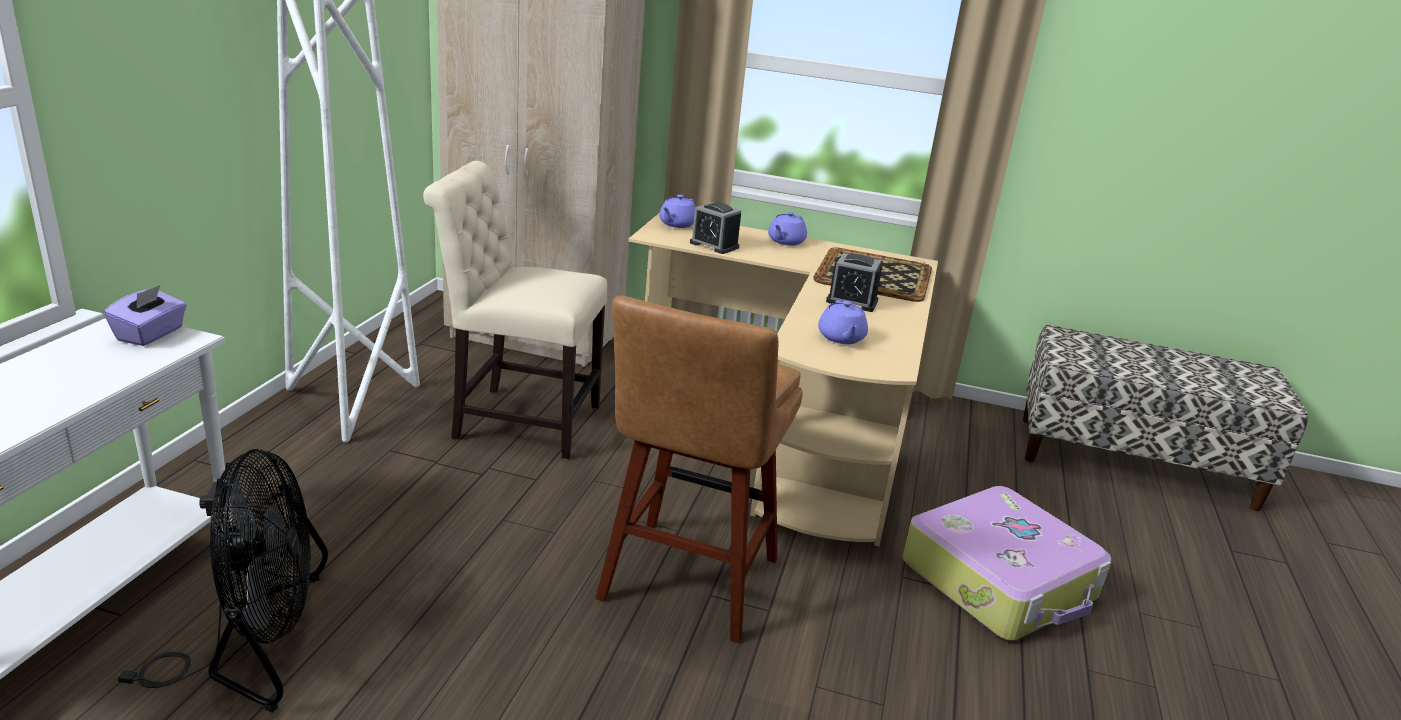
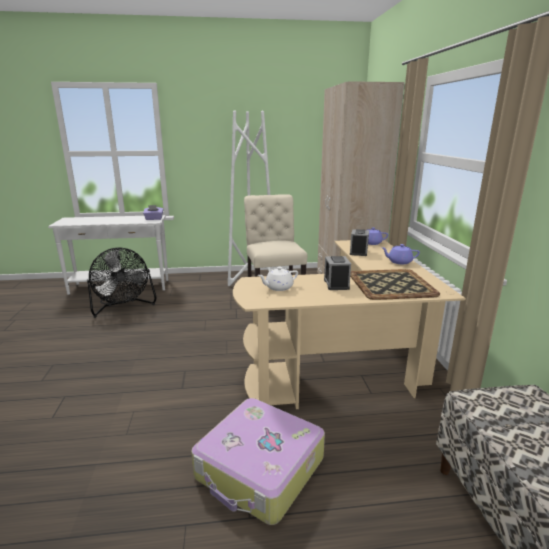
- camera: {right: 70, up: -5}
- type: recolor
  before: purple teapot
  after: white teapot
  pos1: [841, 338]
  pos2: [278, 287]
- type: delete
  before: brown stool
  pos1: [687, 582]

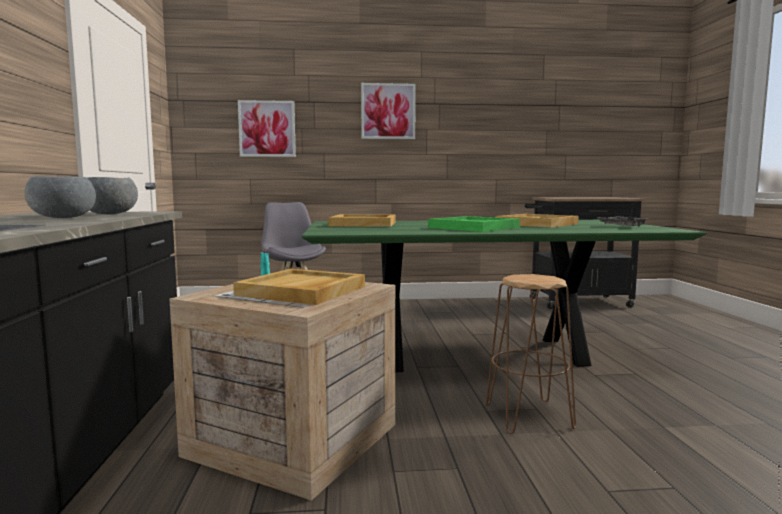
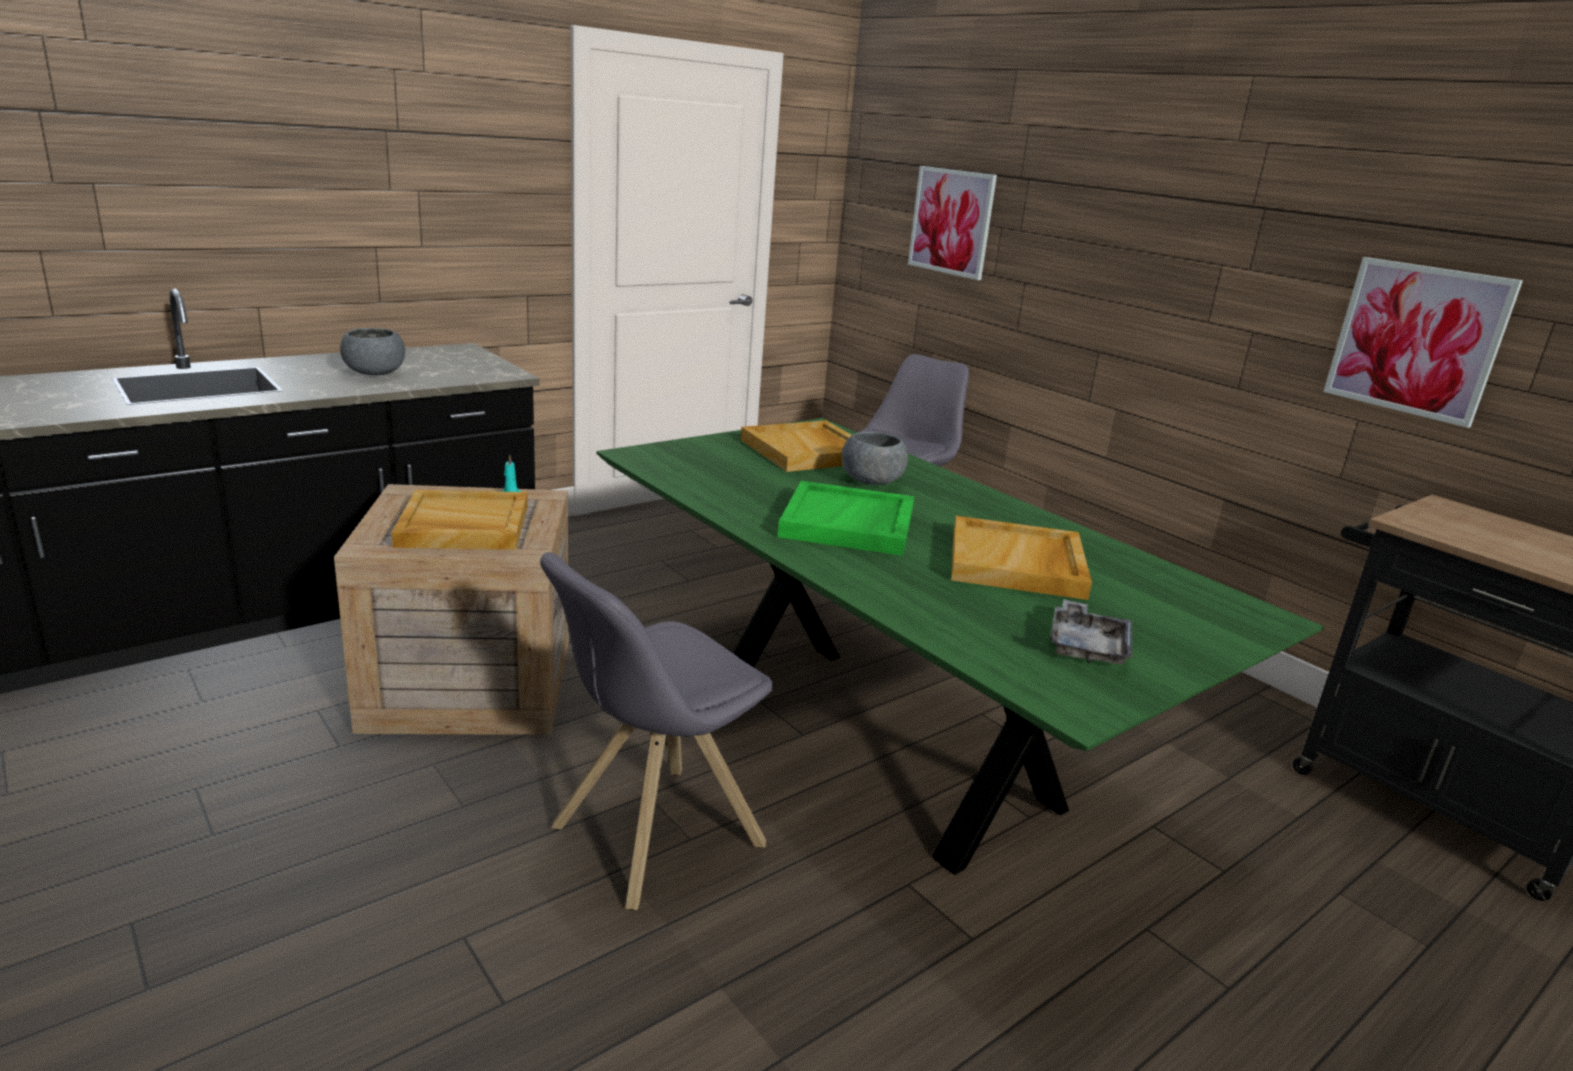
- camera: {right: 55, up: 15}
- type: replace
  before: brown stool
  after: grey chair
  pos1: [528, 416]
  pos2: [655, 835]
- type: move
  before: grey bowl
  pos1: [110, 214]
  pos2: [872, 481]
- type: move
  before: picture
  pos1: [388, 111]
  pos2: [1417, 340]

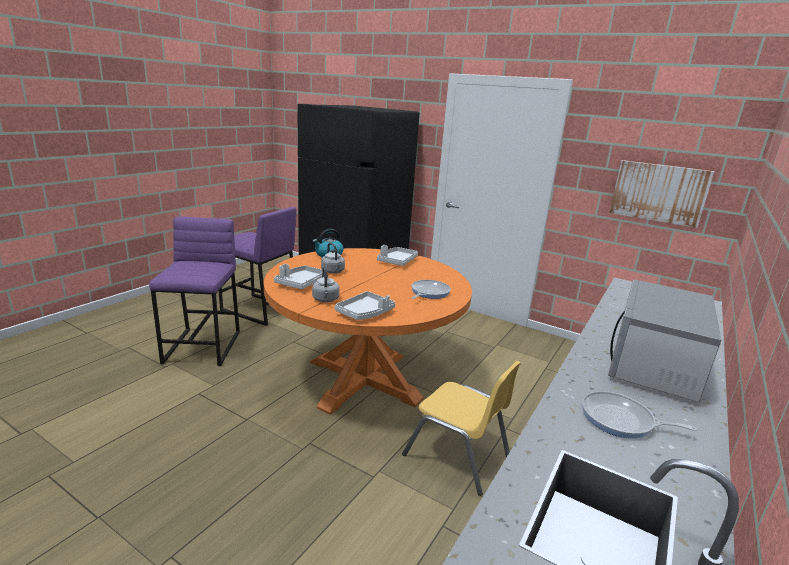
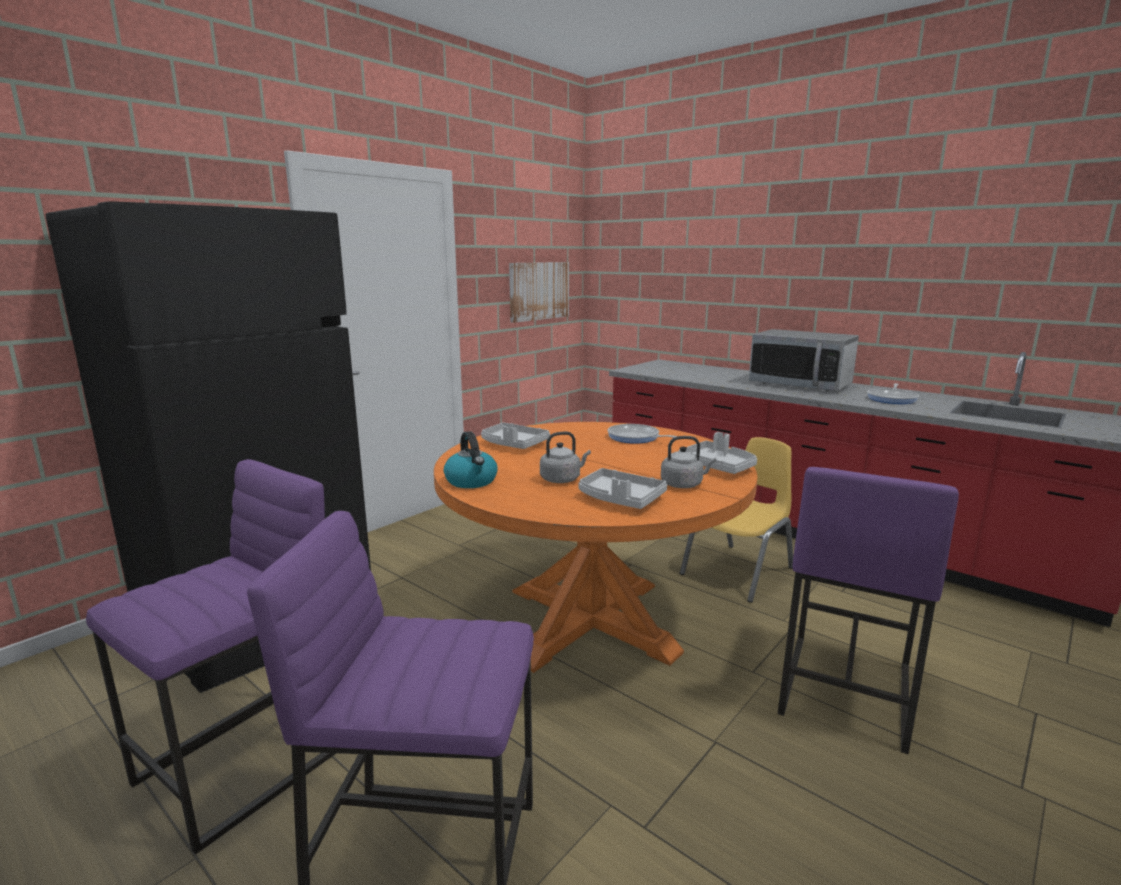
- camera: {right: -80, up: -5}
- type: insert
  after: purple stool
  pos2: [845, 689]

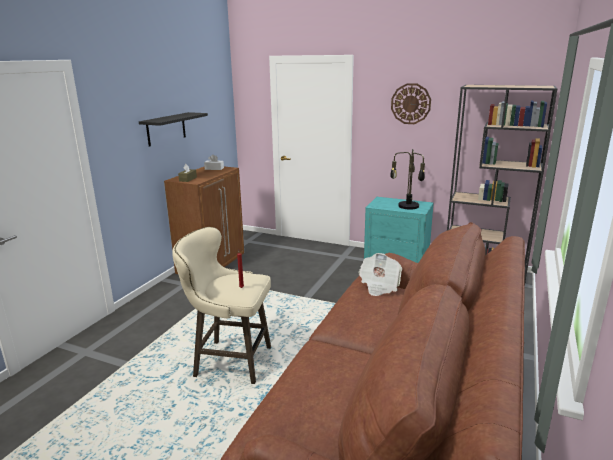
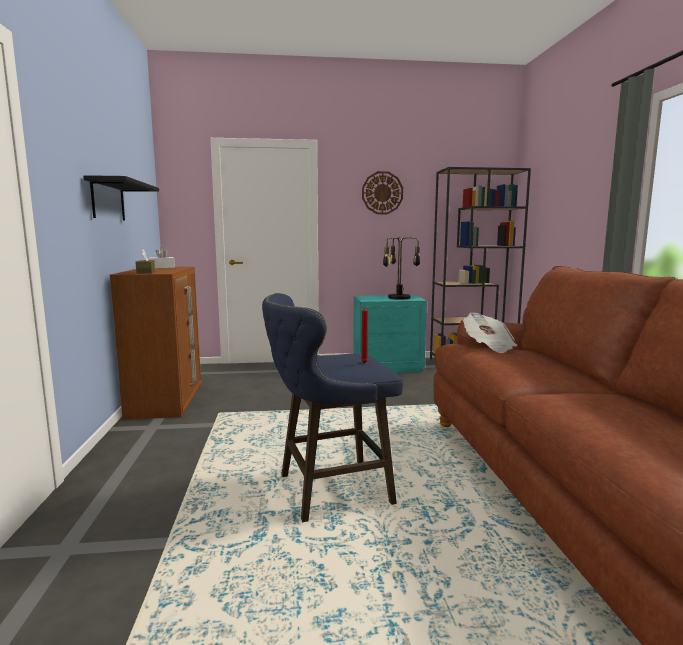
- camera: {right: -30, up: -10}
- type: recolor
  before: beige stool
  after: blue stool
  pos1: [229, 361]
  pos2: [329, 490]

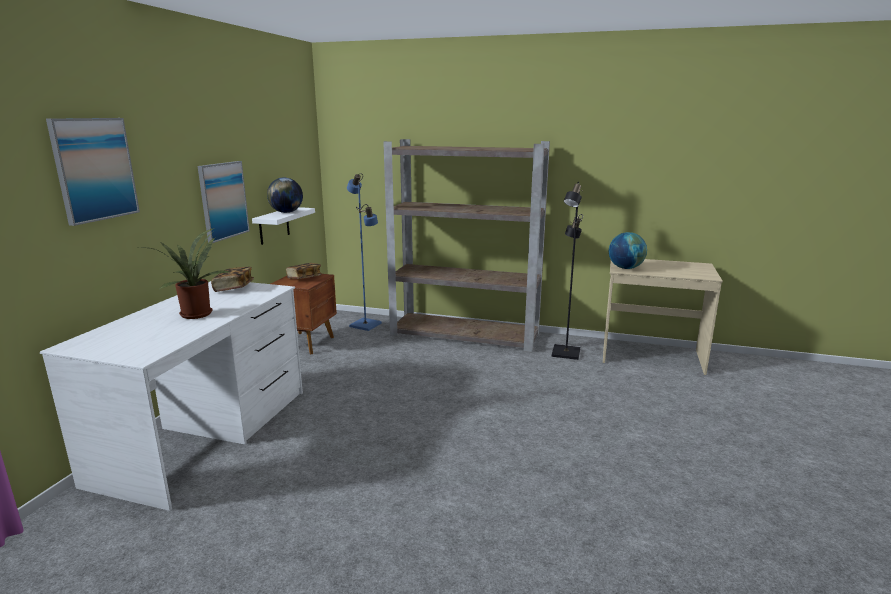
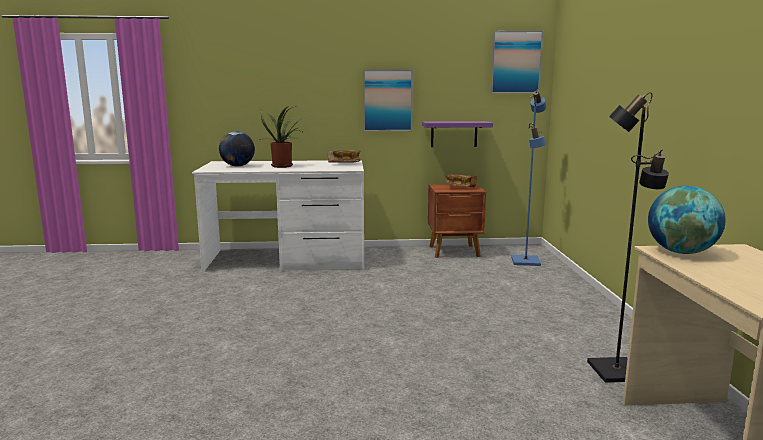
- camera: {right: 70, up: -5}
- type: move
  before: globe
  pos1: [286, 212]
  pos2: [237, 166]
- type: recolor
  before: white shelf
  after: purple shelf
  pos1: [274, 225]
  pos2: [454, 134]
- type: move
  before: picture
  pos1: [94, 169]
  pos2: [515, 62]
- type: delete
  before: brown bookcase
  pos1: [465, 334]

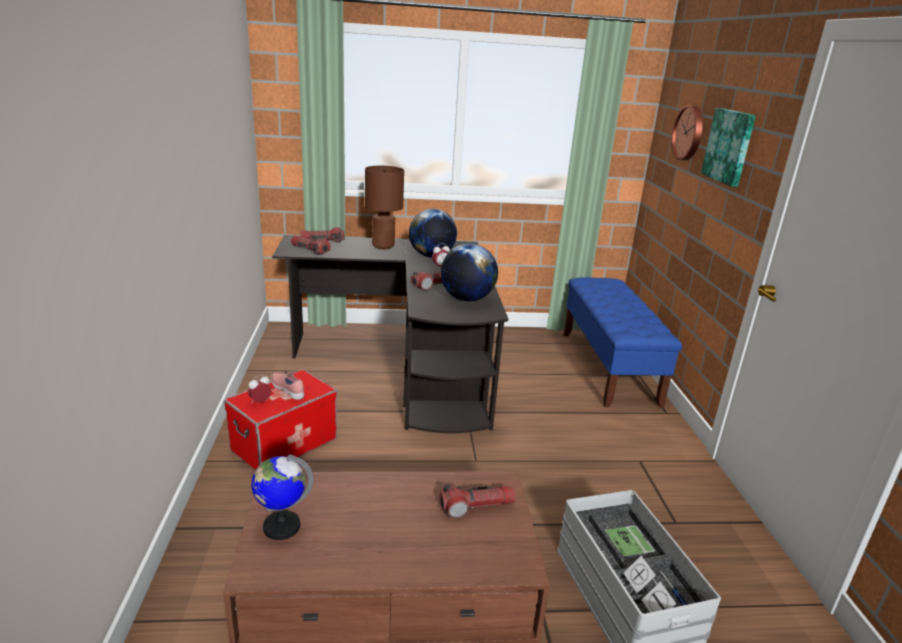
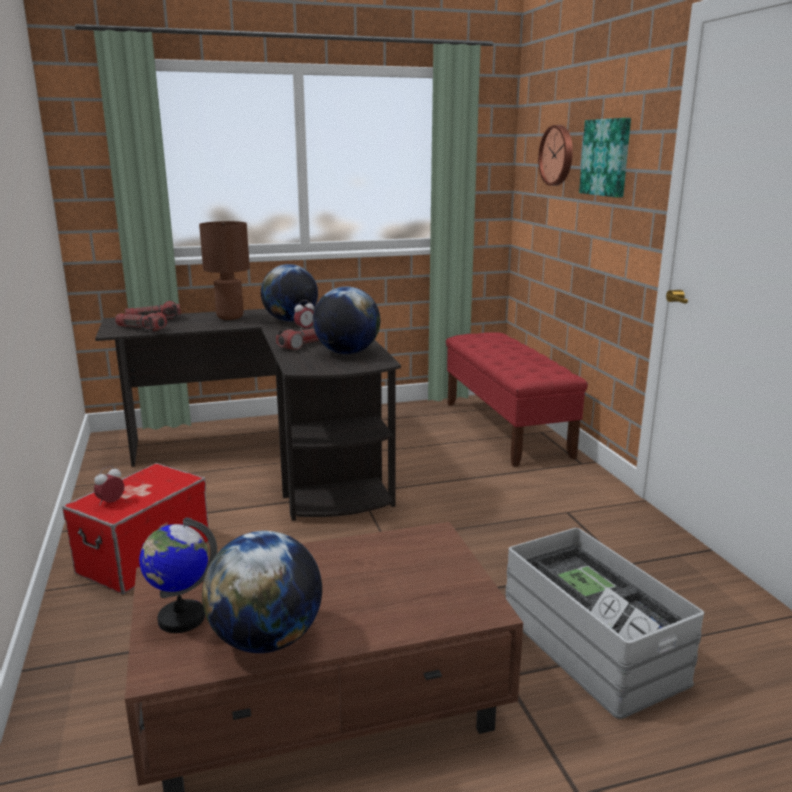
- camera: {right: -10, up: -5}
- type: insert
  after: globe
  pos2: [266, 639]
- type: recolor
  before: blue bench
  after: red bench
  pos1: [608, 367]
  pos2: [506, 429]
- type: delete
  before: pink shoe
  pos1: [288, 390]
- type: delete
  before: flashlight
  pos1: [477, 507]

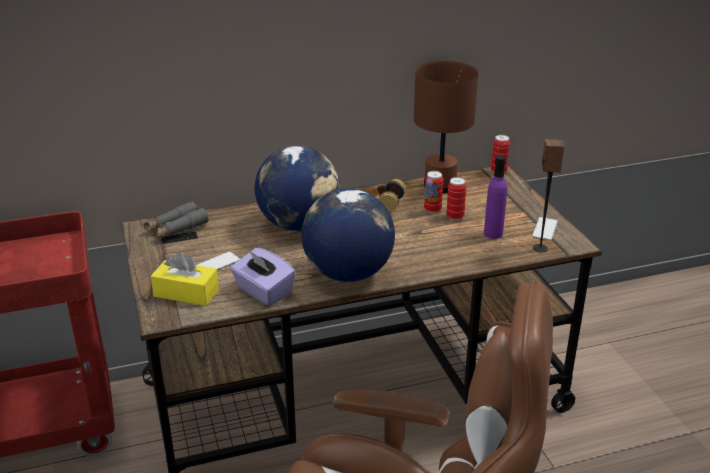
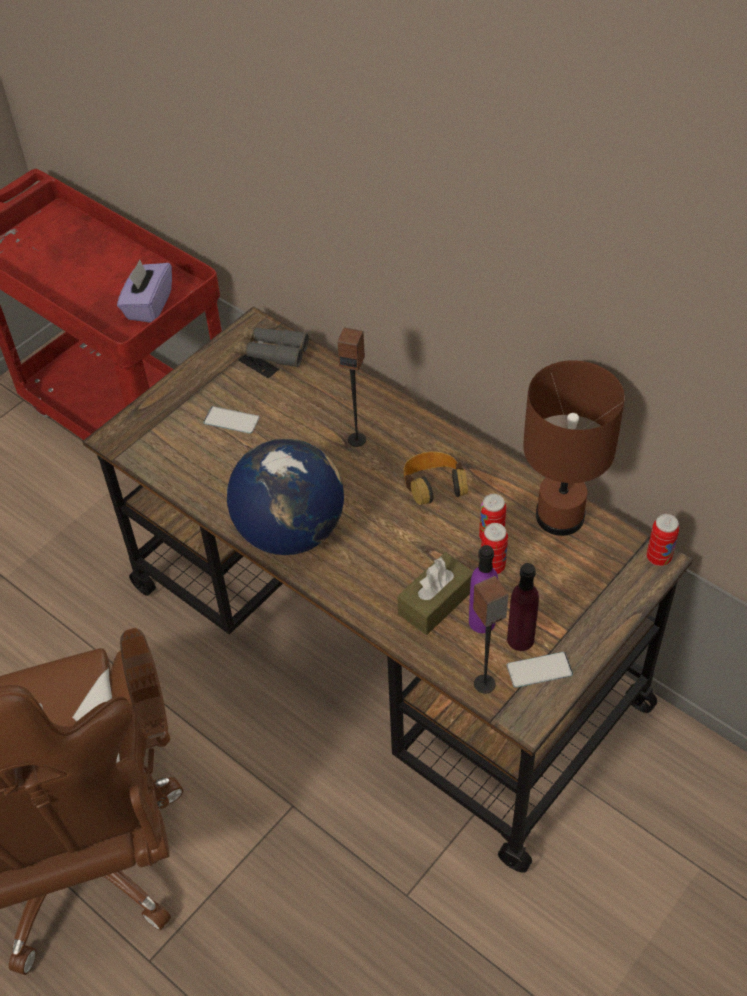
- camera: {right: 60, up: 20}
- type: move
  before: purple tissue box
  pos1: [263, 292]
  pos2: [148, 305]
- type: replace
  before: globe
  after: speaker
  pos1: [299, 225]
  pos2: [357, 439]
- type: insert
  after: brown tissue box
  pos2: [435, 602]
- type: insert
  after: purple bottle
  pos2: [520, 639]
- type: delete
  before: yellow tissue box
  pos1: [186, 293]

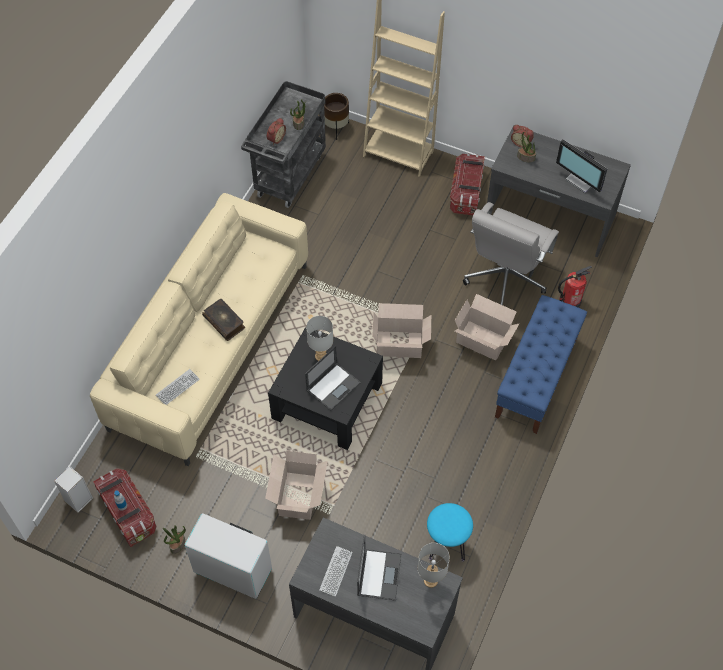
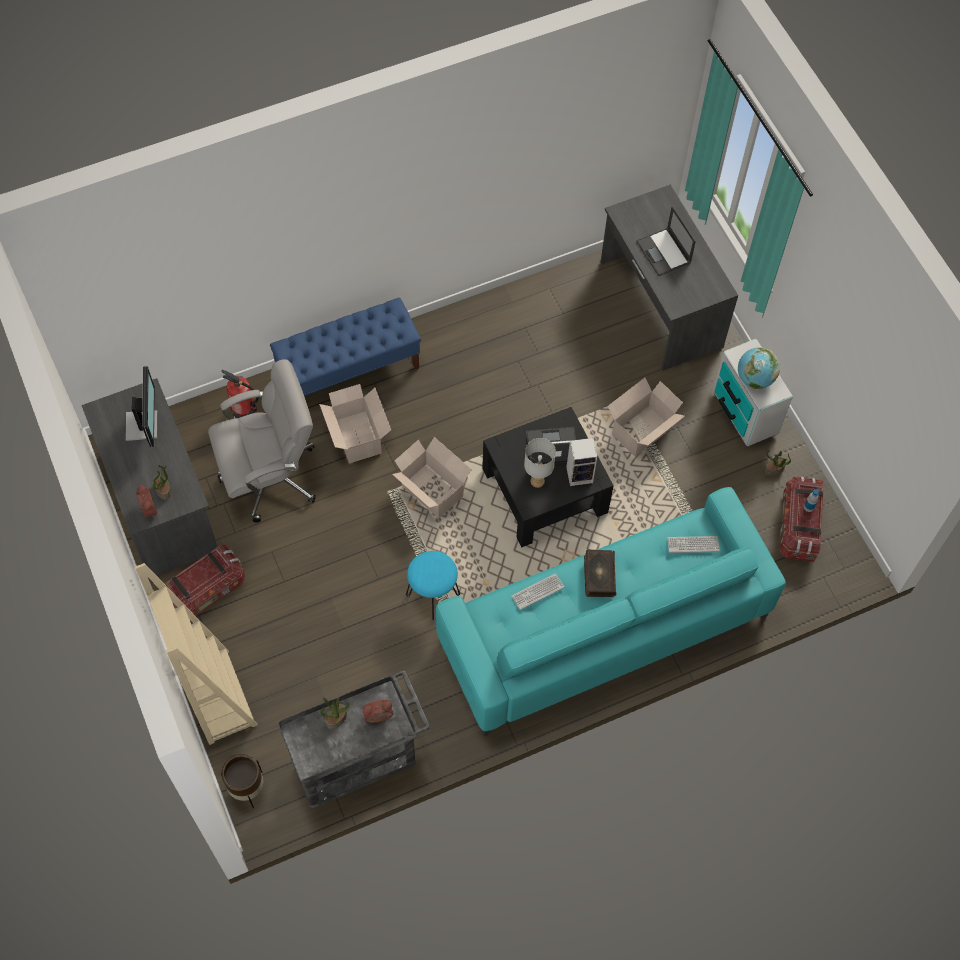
- camera: {right: -140, up: 5}
- type: move
  before: turquoise stool
  pos1: [447, 543]
  pos2: [432, 595]
- type: recolor
  before: beige sofa
  after: turquoise sofa
  pos1: [210, 345]
  pos2: [604, 629]
- type: move
  before: keyboard
  pos1: [336, 571]
  pos2: [537, 592]
- type: move
  before: speaker
  pos1: [78, 501]
  pos2: [580, 474]
- type: rotate
  before: laptop
  pos1: [379, 574]
  pos2: [664, 252]
  turn: -75
- type: insert
  after: globe
  pos2: [754, 379]
- type: delete
  before: grey table lamp
  pos1: [430, 580]

